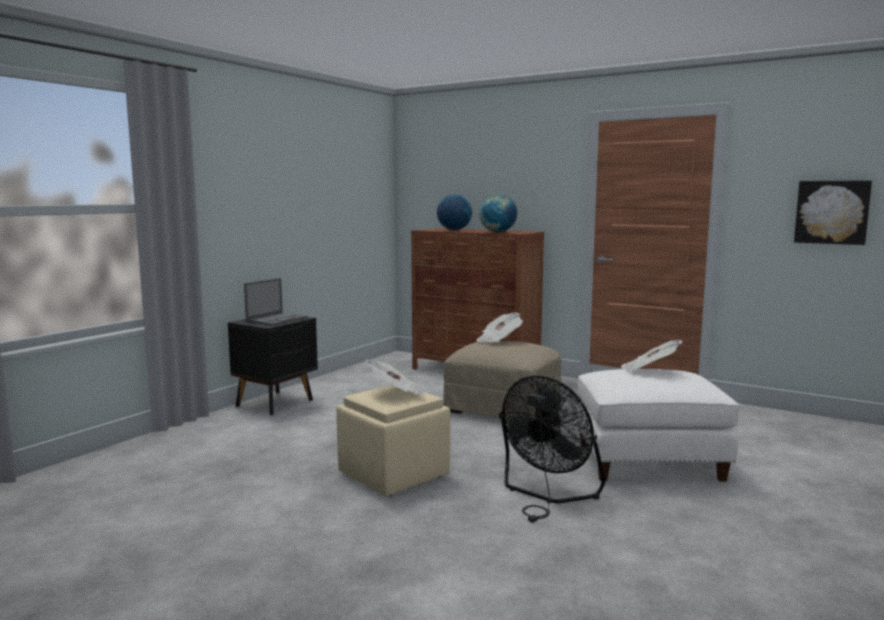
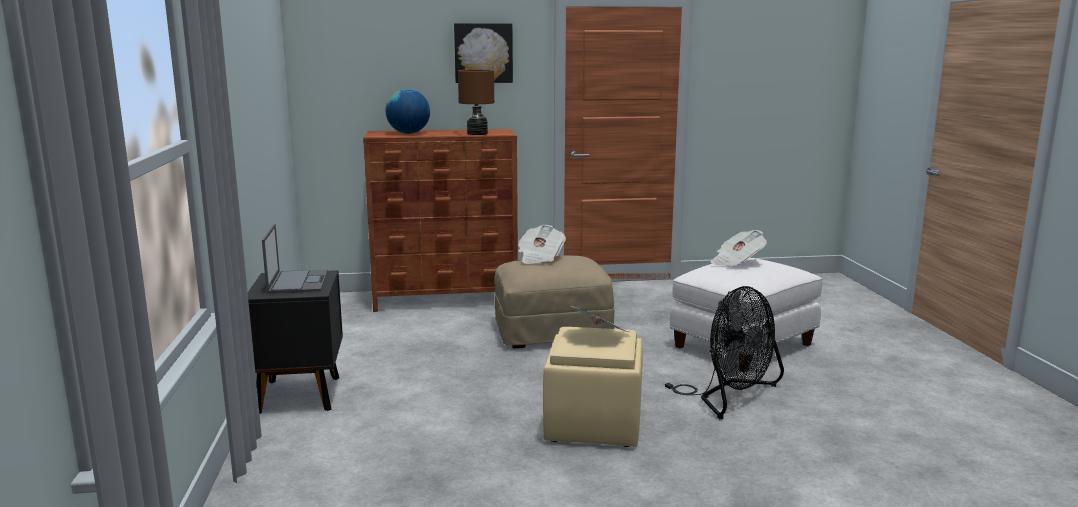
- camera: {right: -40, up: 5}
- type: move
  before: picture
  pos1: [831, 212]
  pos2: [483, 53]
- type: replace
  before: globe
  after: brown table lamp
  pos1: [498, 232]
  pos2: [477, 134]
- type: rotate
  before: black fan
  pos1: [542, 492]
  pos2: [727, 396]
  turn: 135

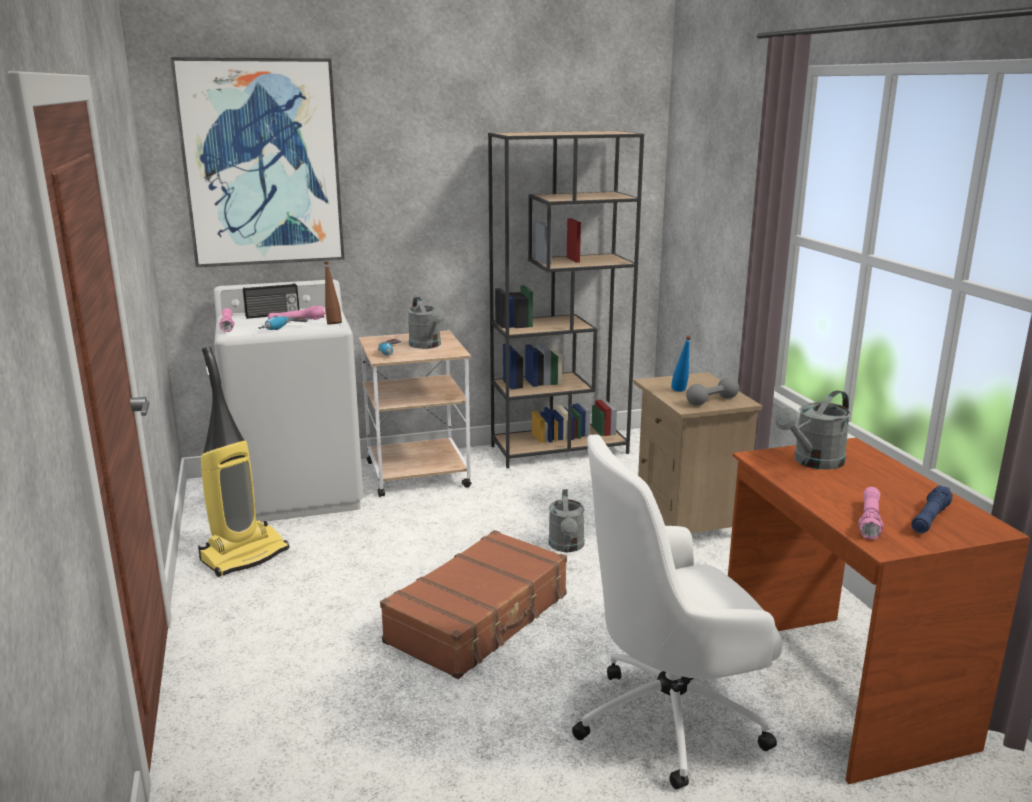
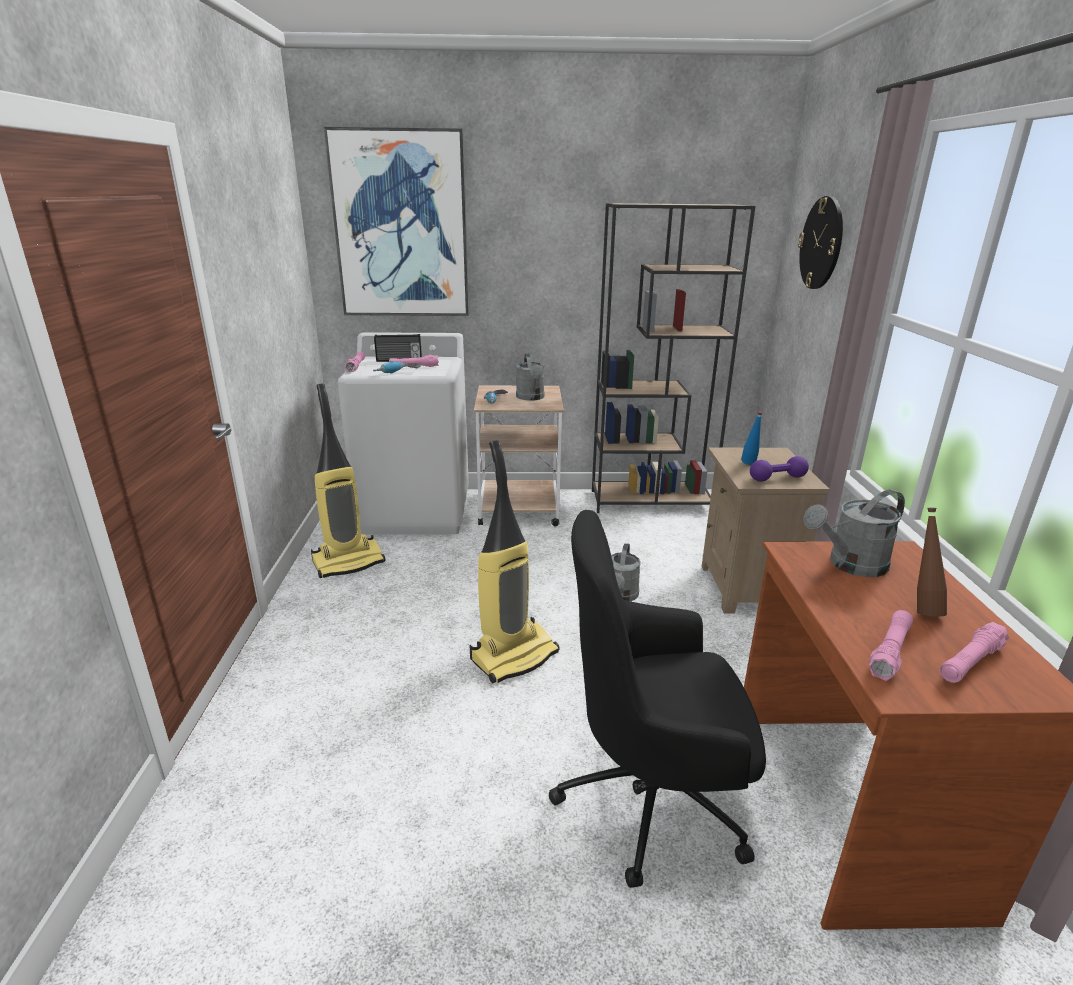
- camera: {right: 15, up: 5}
- type: replace
  before: brown suitcase
  after: vacuum cleaner
  pos1: [480, 618]
  pos2: [514, 655]
- type: recolor
  before: white office chair
  after: black office chair
  pos1: [668, 722]
  pos2: [649, 805]
- type: recolor
  before: grey dumbbell
  after: purple dumbbell
  pos1: [712, 401]
  pos2: [777, 478]
- type: insert
  after: wall clock
  pos2: [821, 243]
- type: move
  before: brown bottle
  pos1: [333, 323]
  pos2: [920, 608]
- type: recolor
  before: blue flashlight
  after: pink flashlight
  pos1: [929, 518]
  pos2: [970, 662]

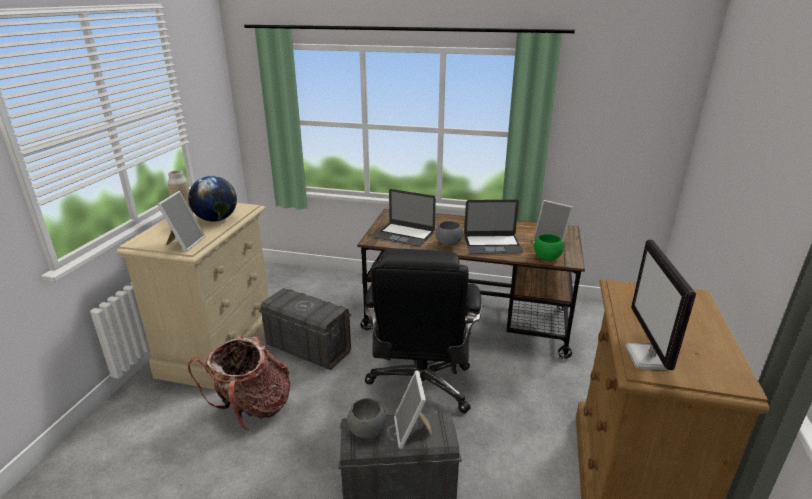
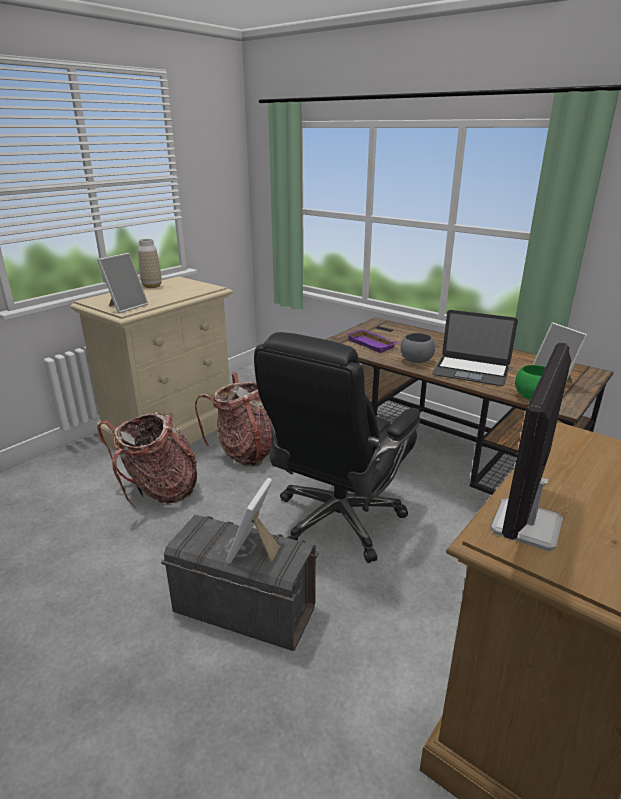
- camera: {right: 25, up: 0}
- type: replace
  before: grey storage box
  after: backpack
  pos1: [308, 348]
  pos2: [248, 451]
- type: replace
  before: laptop
  after: purple tray
  pos1: [404, 234]
  pos2: [373, 344]
- type: delete
  before: globe
  pos1: [216, 219]
- type: delete
  before: grey bowl
  pos1: [366, 431]

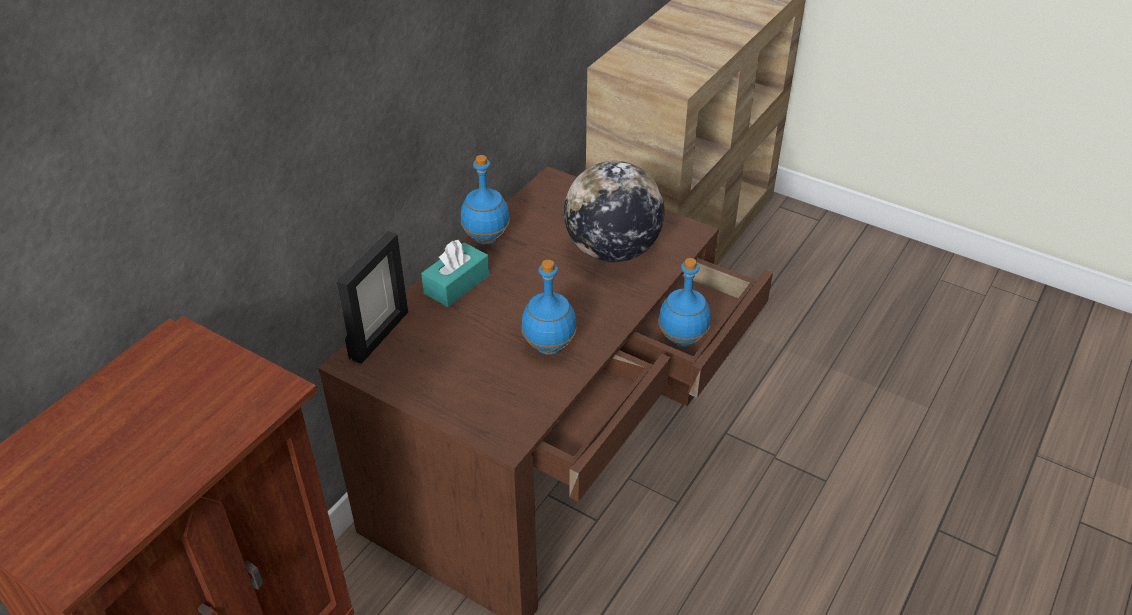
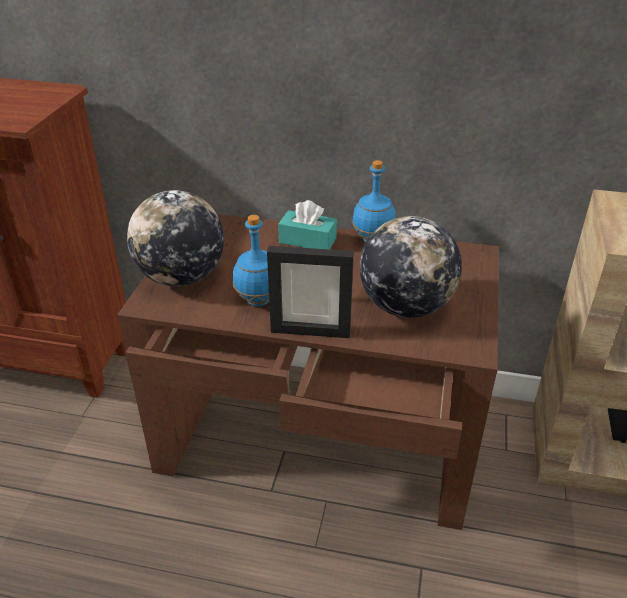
- camera: {right: 70, up: -5}
- type: insert
  after: globe
  pos2: [181, 277]
- type: move
  before: picture frame
  pos1: [379, 335]
  pos2: [310, 331]
- type: delete
  before: blue bottle
  pos1: [682, 339]

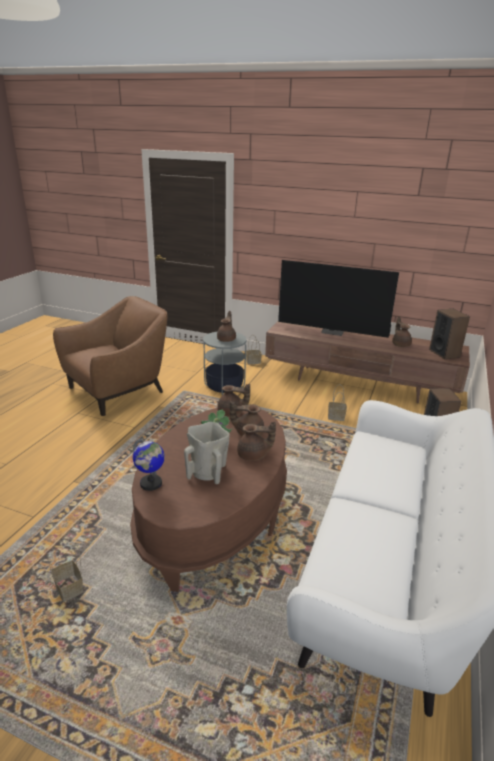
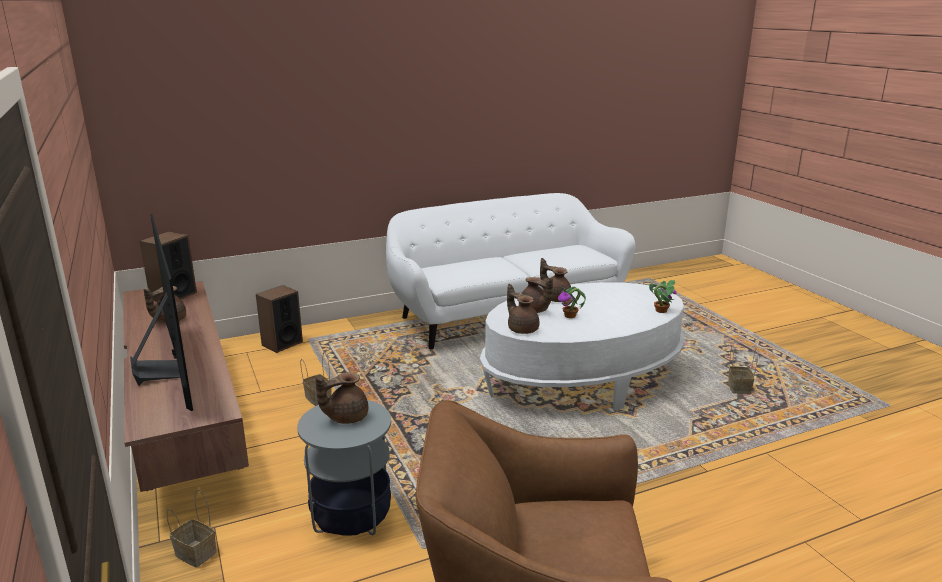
- camera: {right: -135, up: -5}
- type: recolor
  before: brown coffee table
  after: white coffee table
  pos1: [214, 516]
  pos2: [582, 380]
- type: replace
  before: globe
  after: potted plant
  pos1: [151, 484]
  pos2: [660, 310]
- type: delete
  before: beige vase
  pos1: [208, 473]

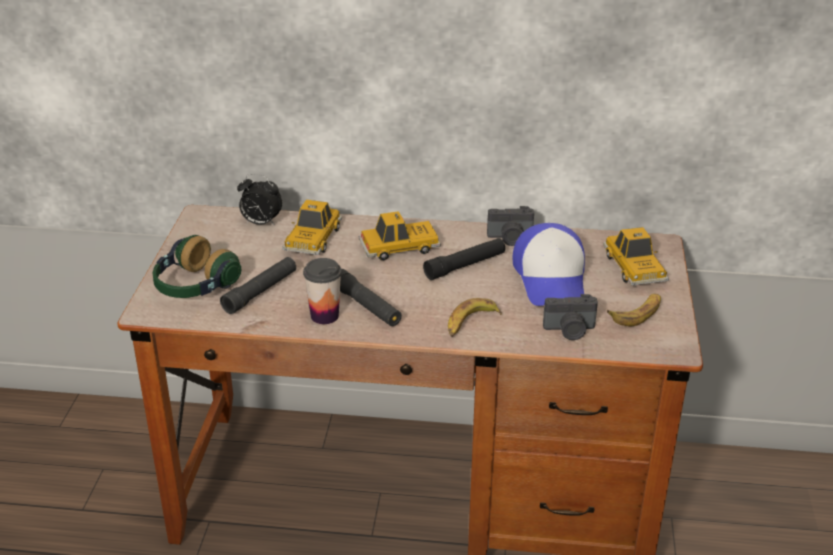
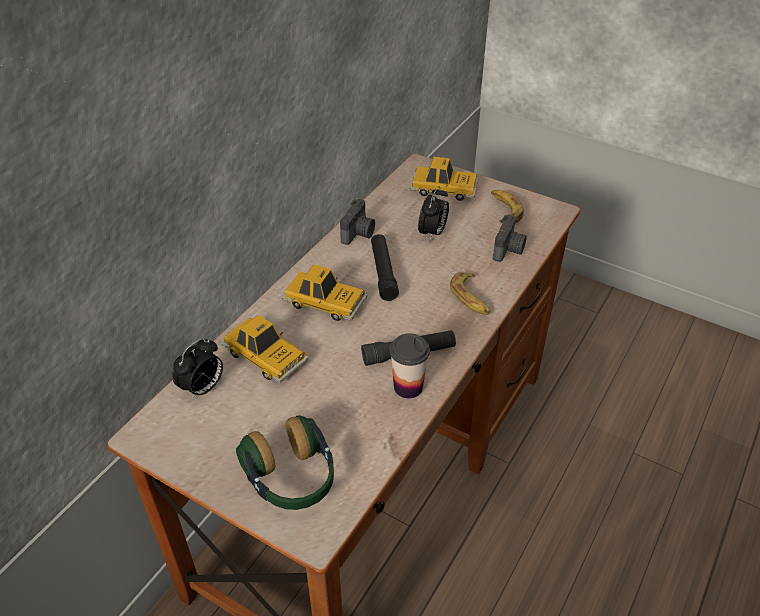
- camera: {right: -65, up: 10}
- type: rotate
  before: toy car
  pos1: [399, 247]
  pos2: [325, 302]
  turn: 105
- type: replace
  before: cap
  after: alarm clock
  pos1: [551, 278]
  pos2: [432, 233]
- type: delete
  before: black flashlight
  pos1: [260, 292]

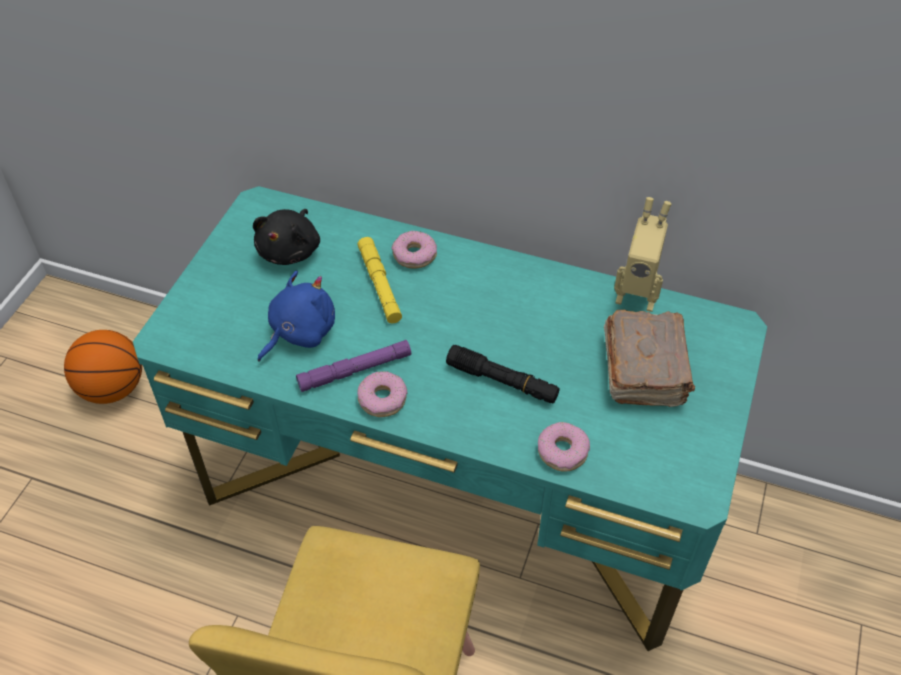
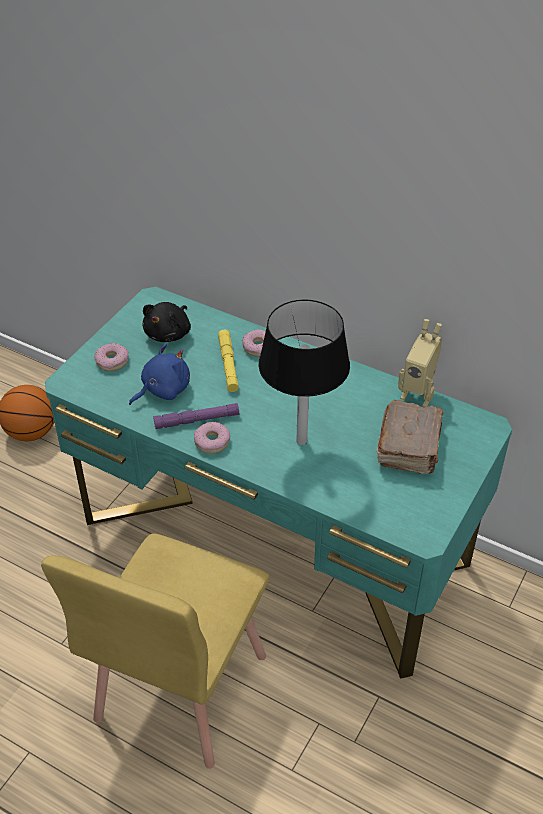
- camera: {right: 10, up: -5}
- type: move
  before: donut
  pos1: [562, 451]
  pos2: [112, 361]
- type: replace
  before: black flashlight
  after: black table lamp
  pos1: [502, 381]
  pos2: [301, 441]

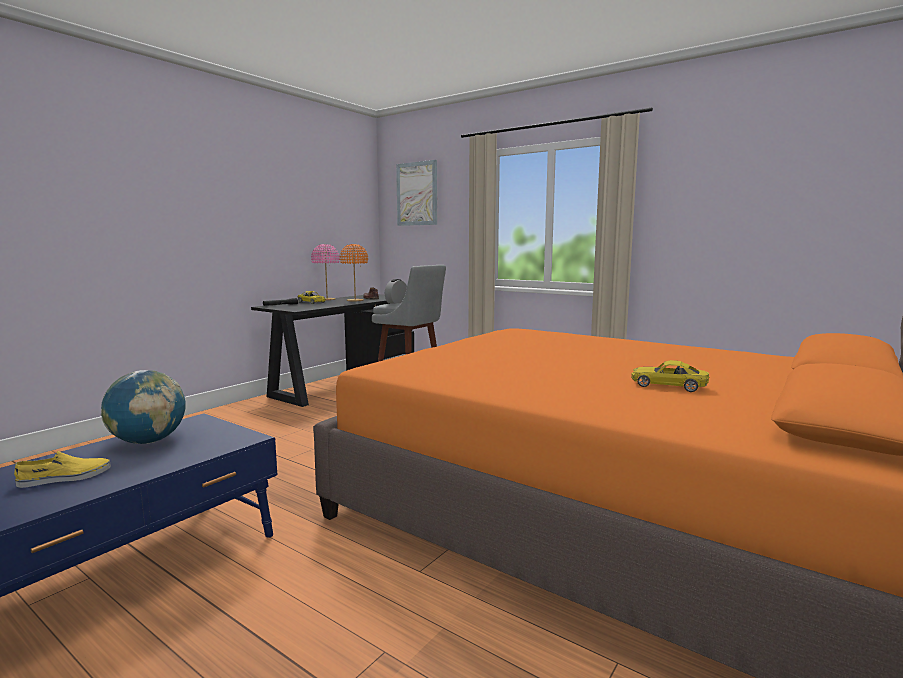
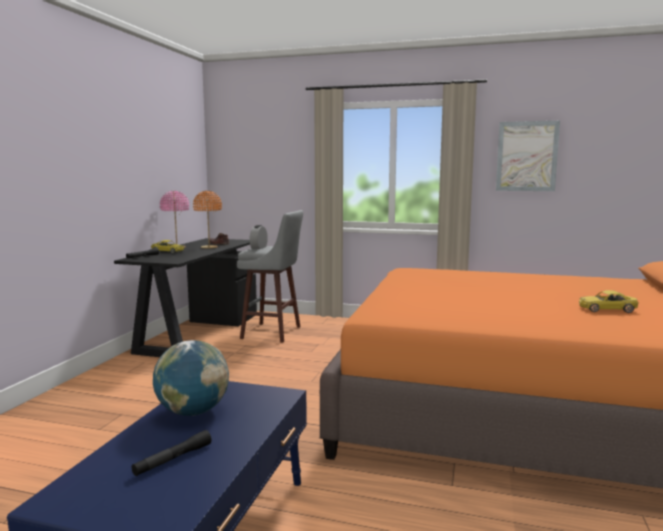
- camera: {right: -20, up: 0}
- type: replace
  before: yellow shoe
  after: black flashlight
  pos1: [65, 478]
  pos2: [173, 459]
- type: move
  before: picture
  pos1: [417, 194]
  pos2: [526, 156]

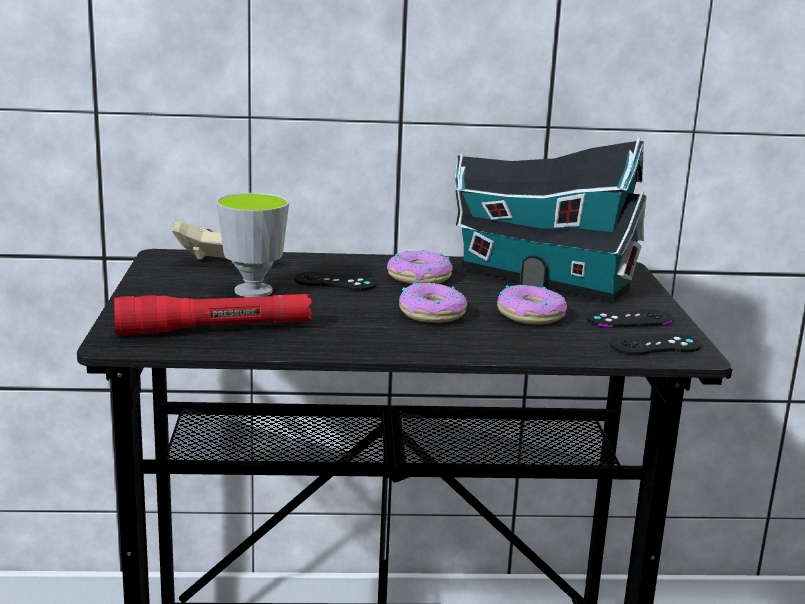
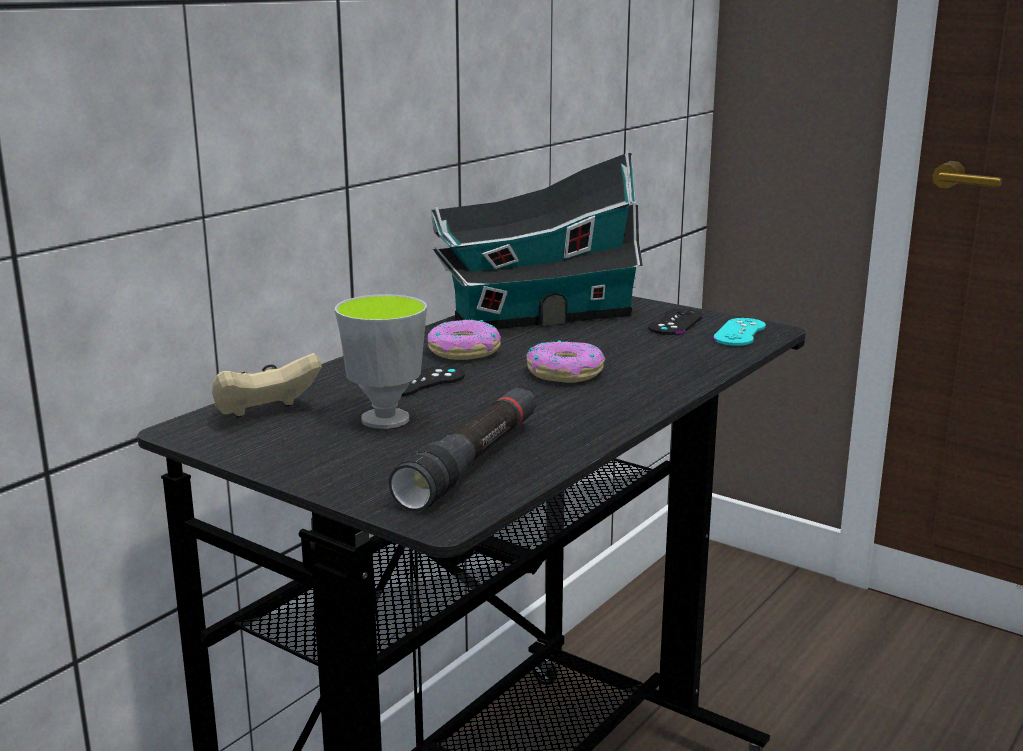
- camera: {right: -50, up: 0}
- type: recolor
  before: red flashlight
  after: black flashlight
  pos1: [215, 329]
  pos2: [471, 463]
- type: recolor
  before: black game controller
  after: turquoise game controller
  pos1: [655, 345]
  pos2: [739, 332]
- type: delete
  before: donut
  pos1: [530, 315]

